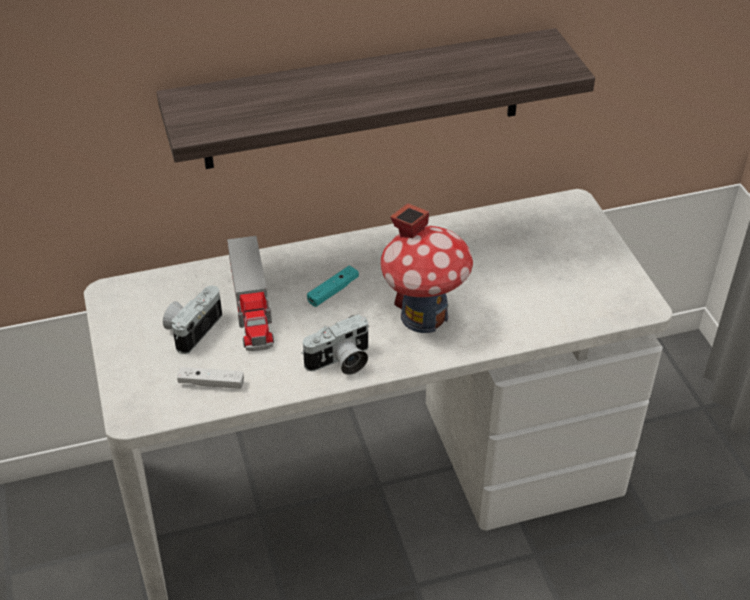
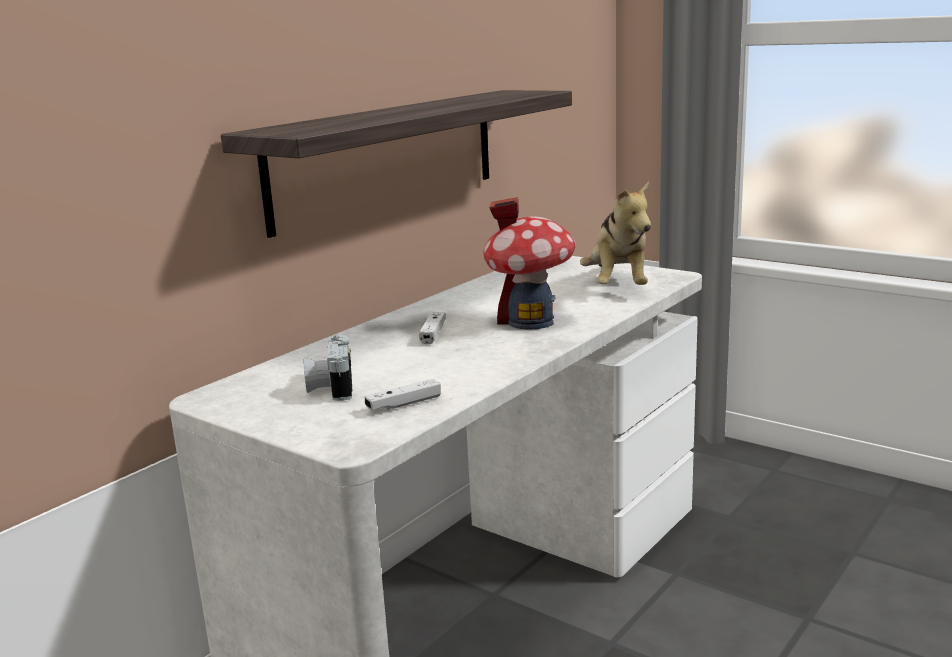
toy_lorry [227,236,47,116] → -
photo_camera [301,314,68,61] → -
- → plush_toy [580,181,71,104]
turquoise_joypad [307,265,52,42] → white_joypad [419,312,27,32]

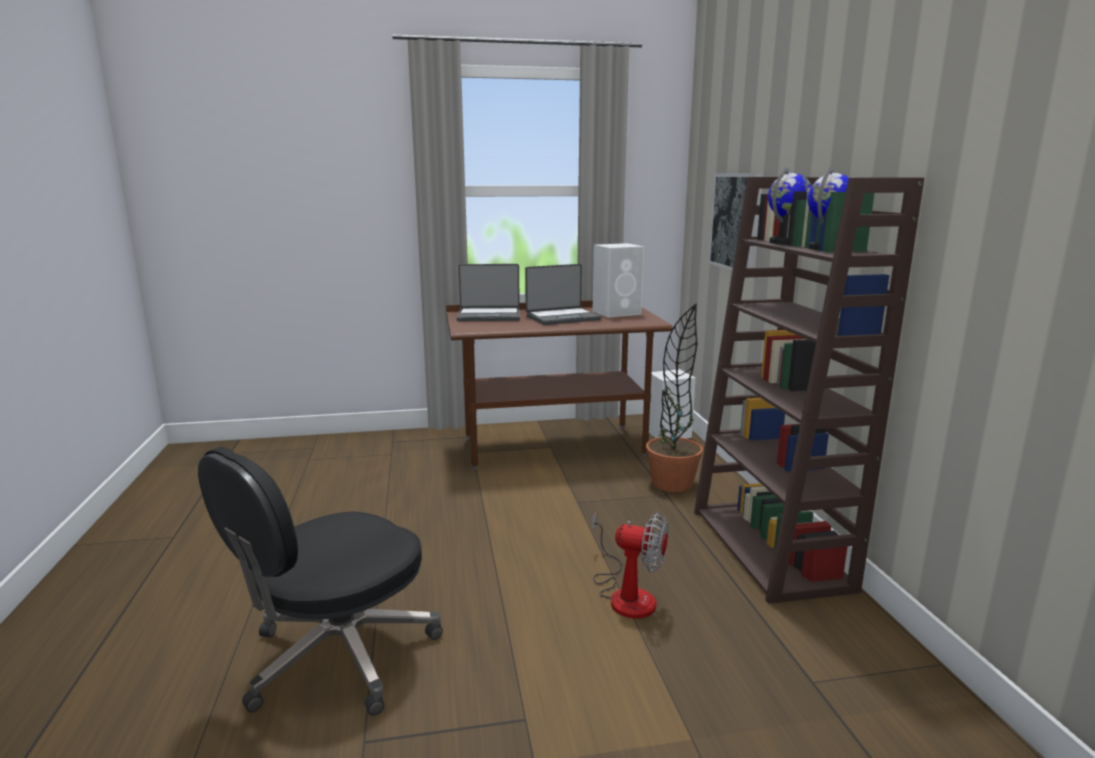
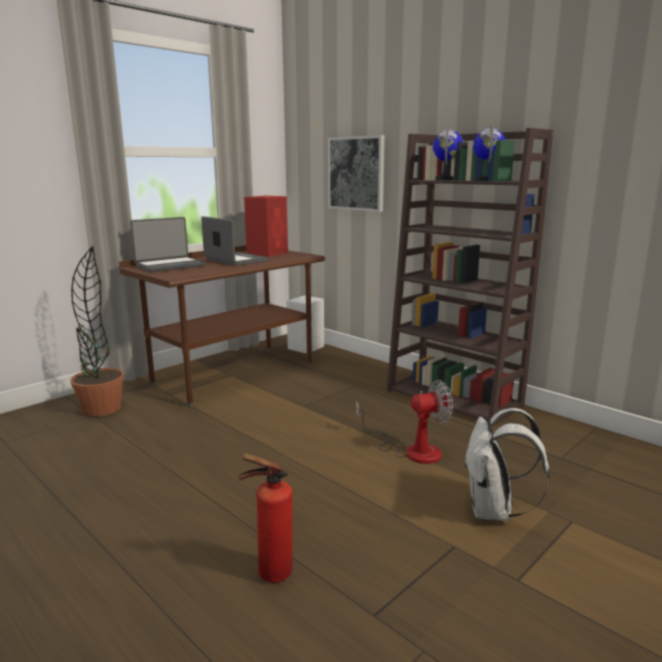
- → white_rucksack [464,408,86,114]
houseplant [646,303,57,189] → houseplant [70,246,54,171], relocated
black_computer_chair [198,447,245,269] → fire_extinguisher [239,453,54,130]
white_audio_speaker [593,243,51,75] → reddish_audio_speaker [244,196,44,61]
laptop [525,264,76,61] → laptop [201,216,68,50], 75 degrees counterclockwise

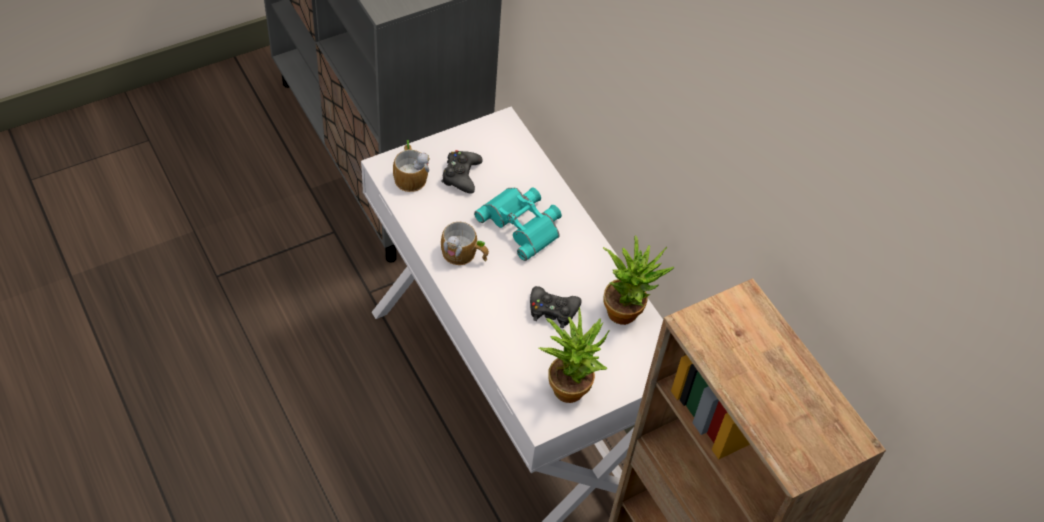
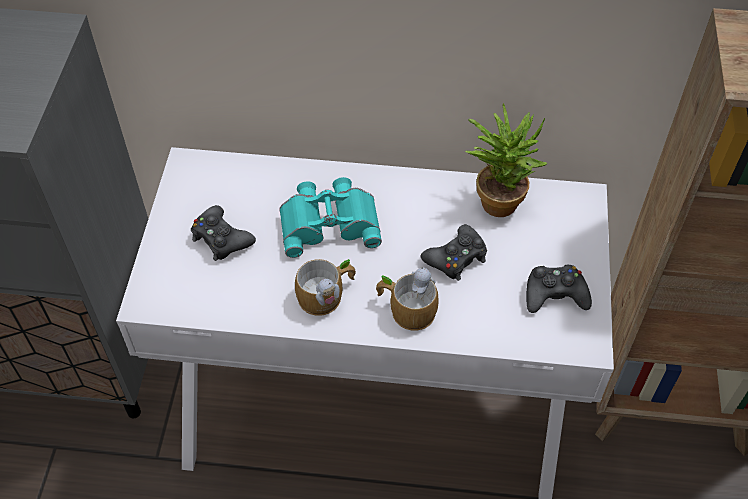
mug [393,140,37,52] → mug [376,267,63,64], relocated
houseplant [538,307,72,96] → black_joypad [526,265,66,48]

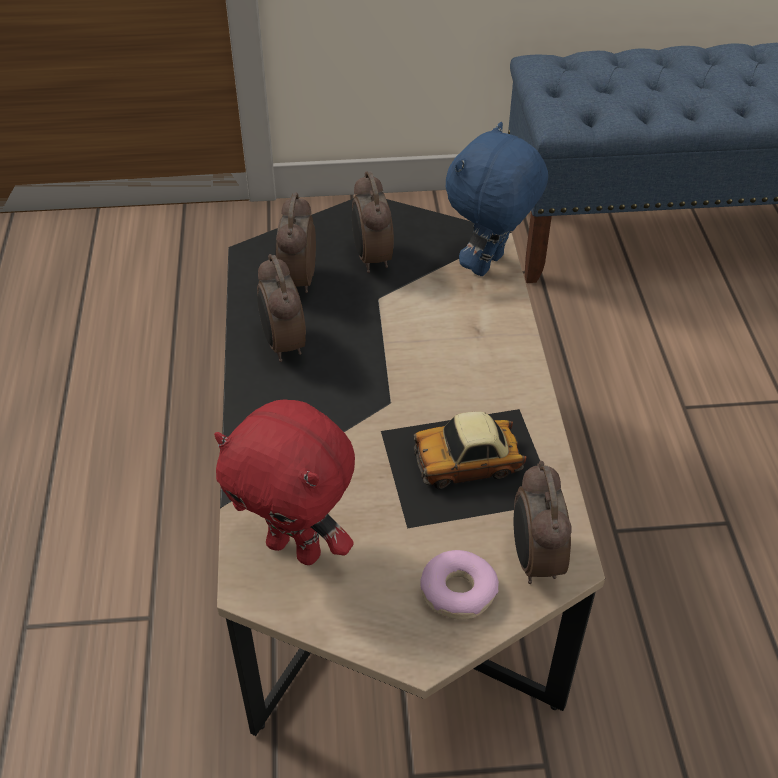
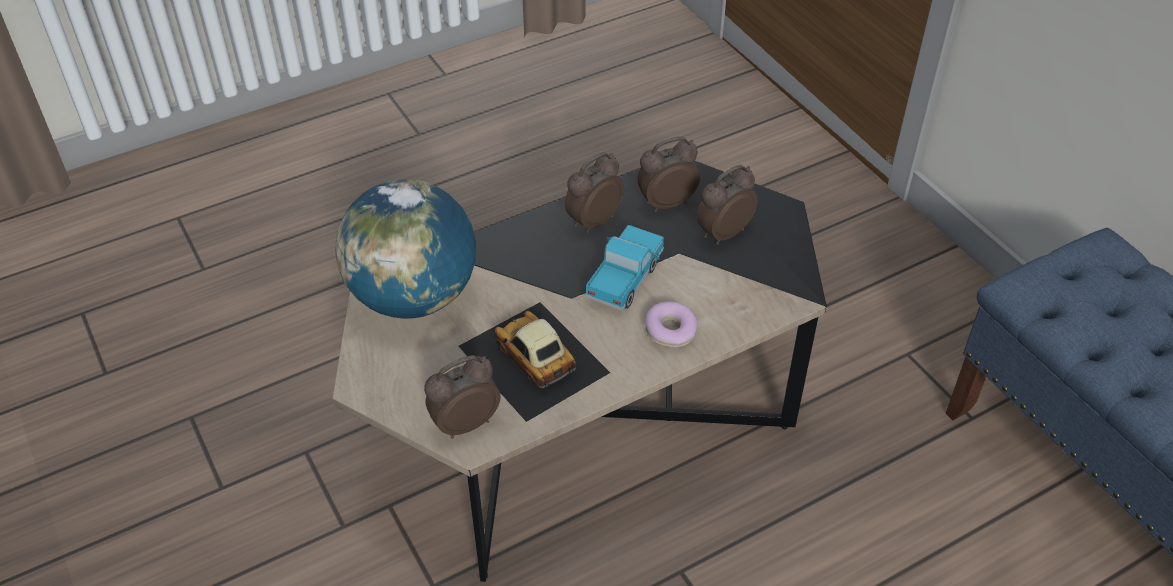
blue_plush_toy [446,122,102,154] → -
- → toy_lorry [585,225,79,86]
donut [420,550,79,70] → donut [645,301,53,46], relocated
reddish_plush_toy [214,399,141,166] → globe [335,179,141,140]

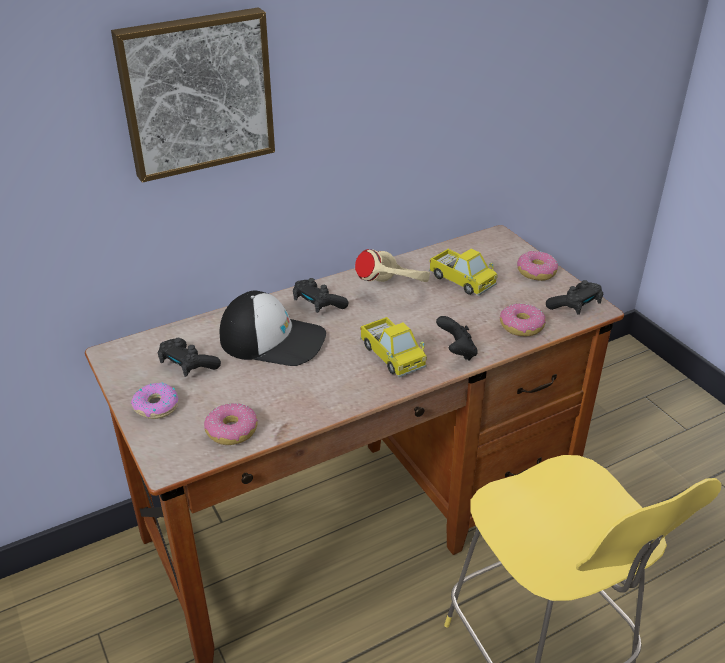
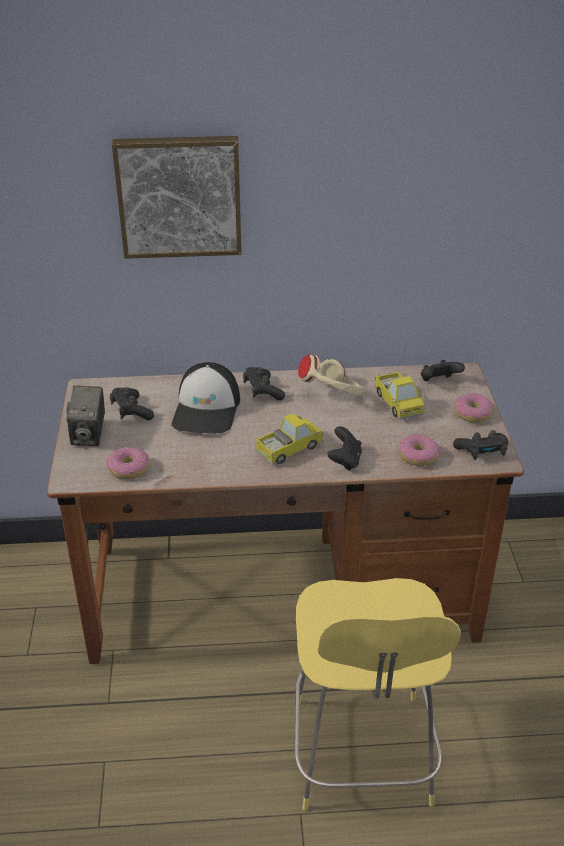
- → black_joypad [421,360,44,21]
donut [131,382,47,37] → photo_camera [66,385,39,61]
peaked_cap [220,291,106,75] → peaked_cap [171,362,69,72], 60 degrees clockwise
toy_lorry [360,317,67,61] → toy_lorry [255,413,68,52], 120 degrees counterclockwise

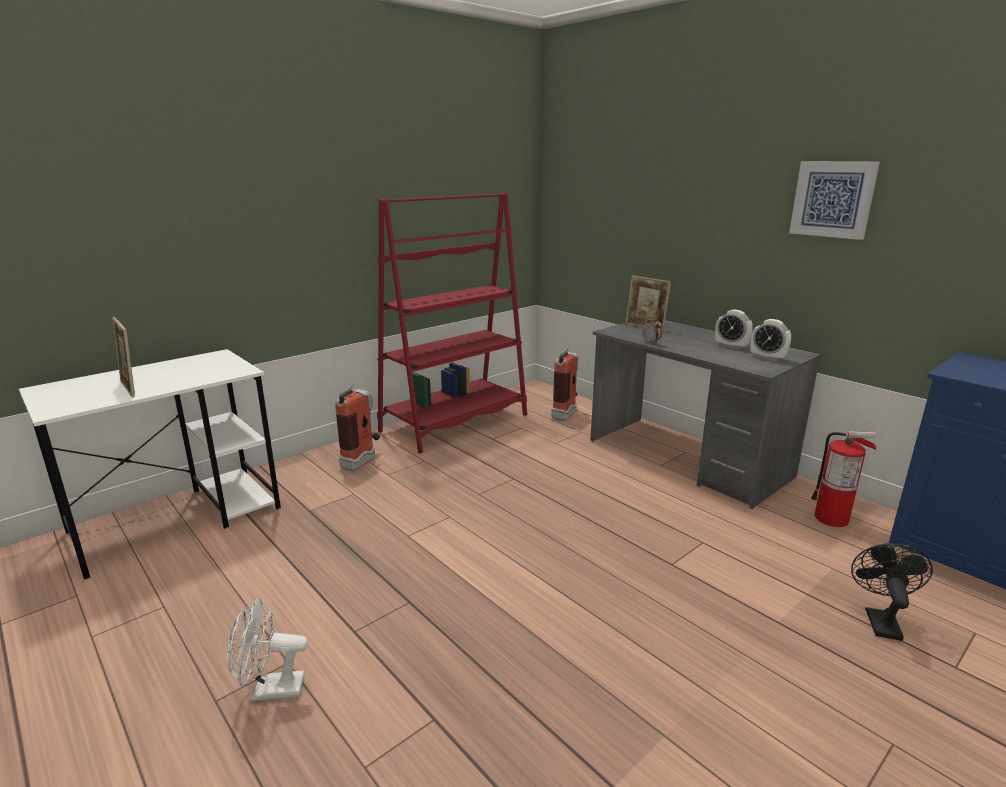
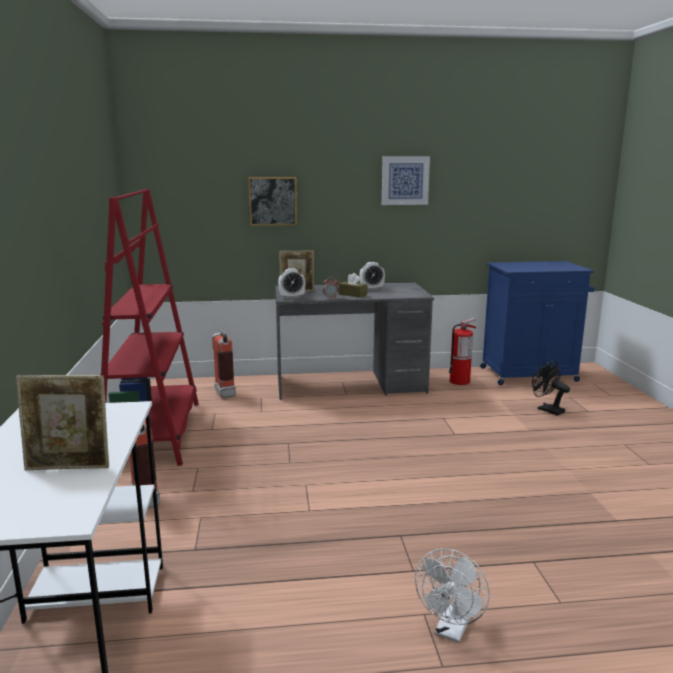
- → picture [248,177,49,49]
- → brown_box_of_tissues [339,273,28,25]
table_clock [751,319,40,42] → table_clock [278,268,27,31], relocated

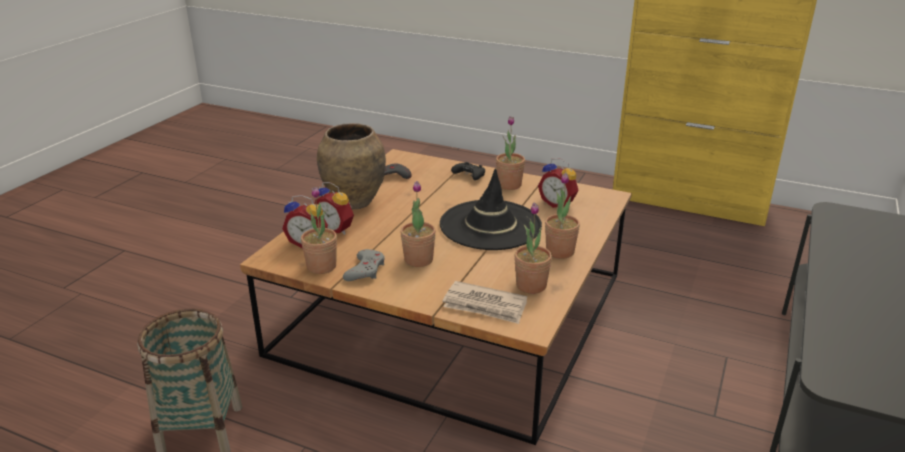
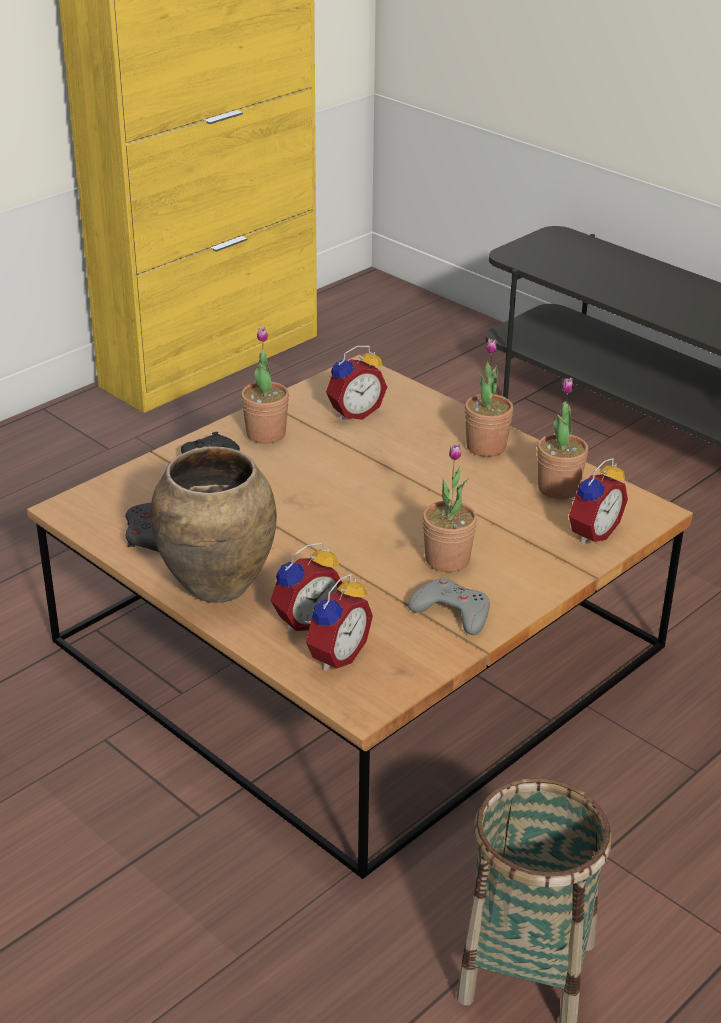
houseplant [301,187,36,87] → -
black_clothing_hat [440,168,102,82] → -
newspaper [443,281,84,43] → table_clock [568,458,60,86]

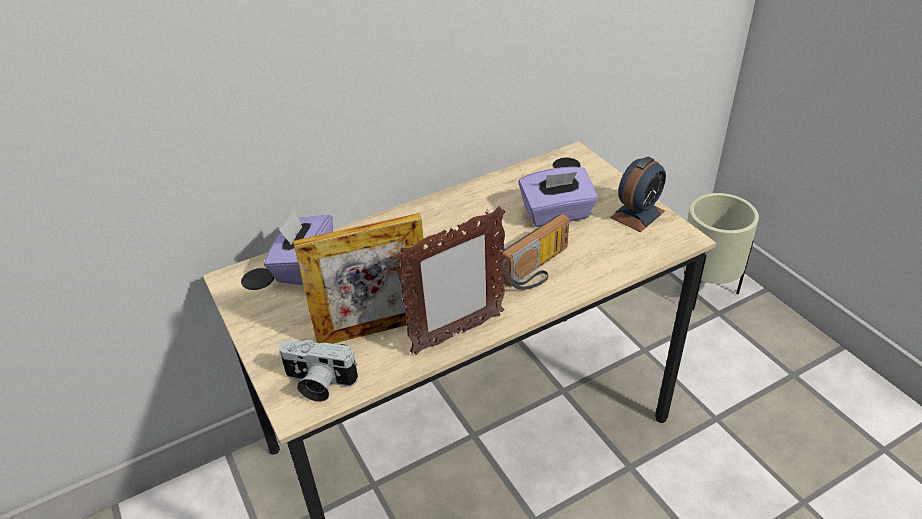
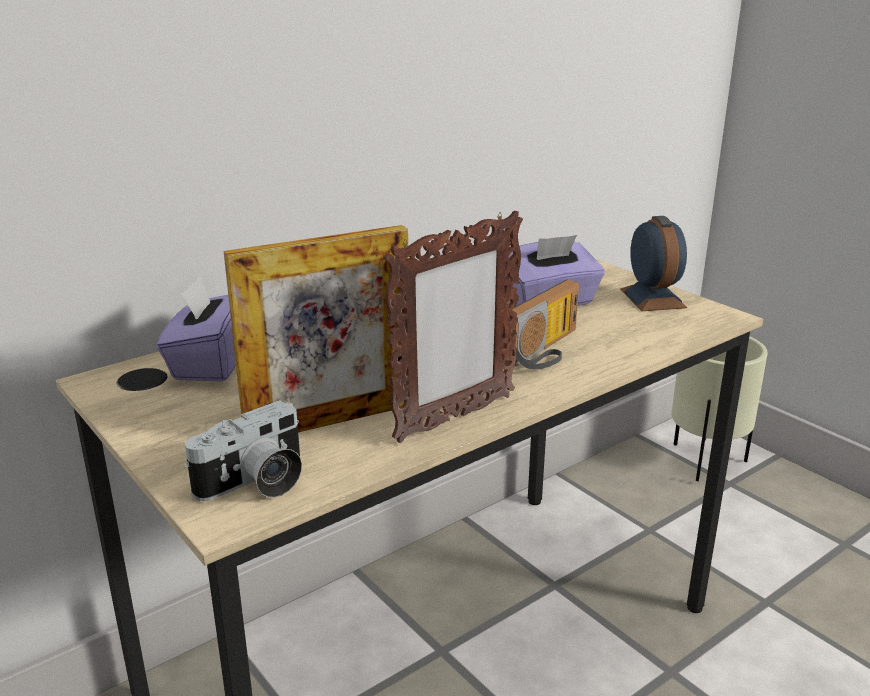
photo_camera [279,340,79,62] → photo_camera [184,400,118,101], 45 degrees counterclockwise
table_clock [610,157,56,75] → table_clock [620,216,67,95], 45 degrees counterclockwise

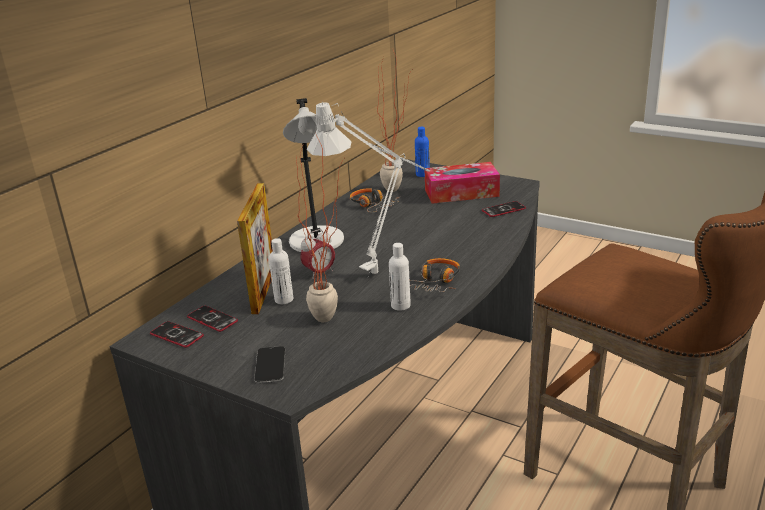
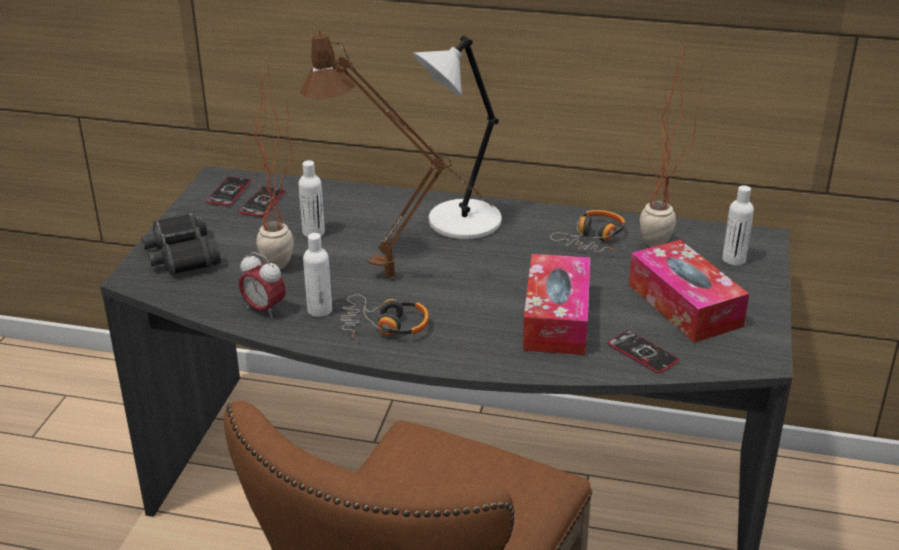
photo_frame [237,183,36,131] → -
- → box_of_tissues [523,254,67,101]
table_clock [300,229,35,50] → table_clock [239,252,47,67], relocated
phone [254,346,31,37] → black_field_glasses [142,213,79,62]
white_tabletop_lamp [307,102,123,172] → brown_tabletop_lamp [300,31,193,246]
blue_beverage_bottle [415,127,15,50] → white_beverage_bottle [722,185,32,80]

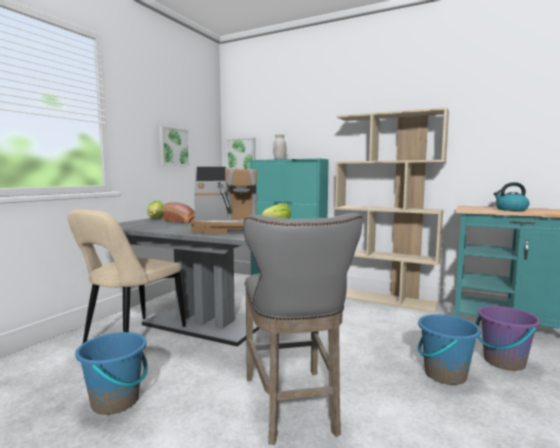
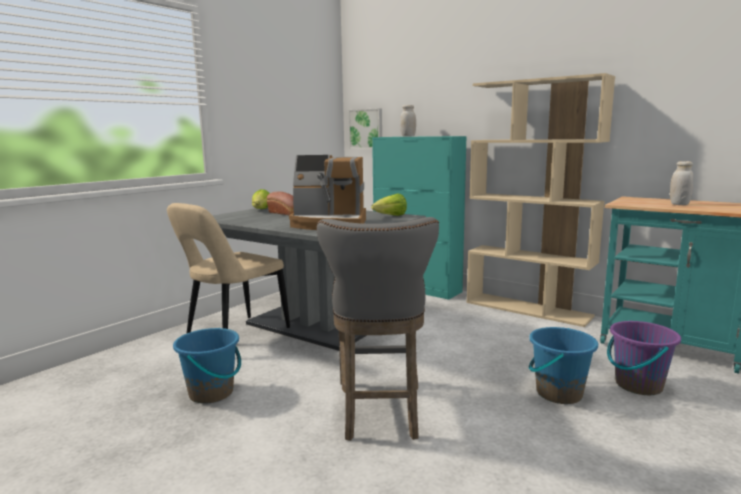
picture [159,126,31,40] → -
water_kettle [494,182,36,29] → white_preserve_jar [670,161,23,44]

